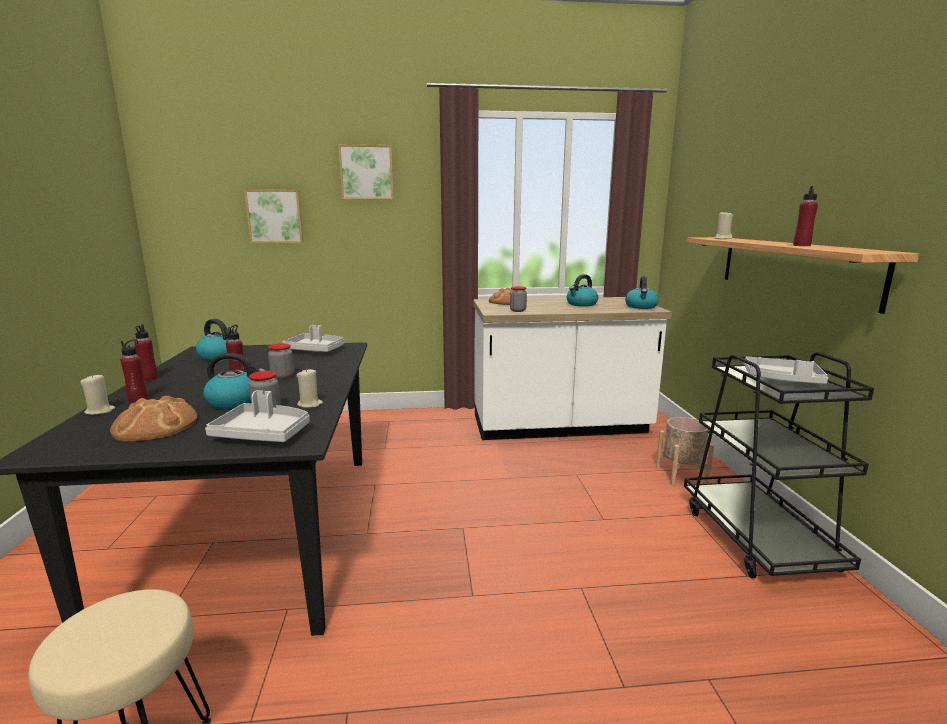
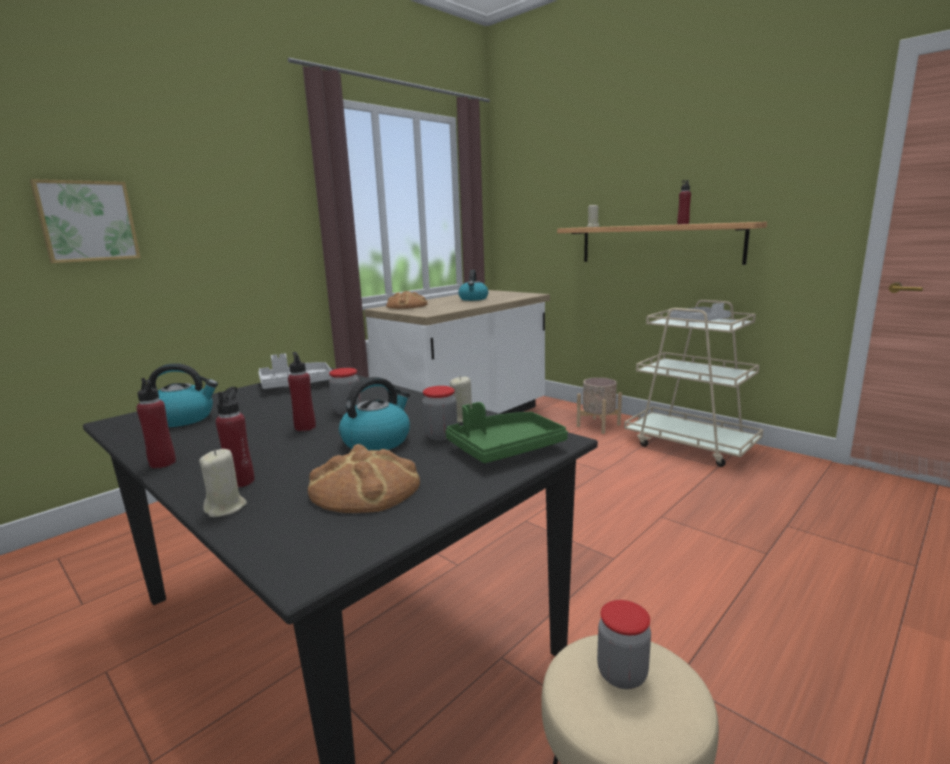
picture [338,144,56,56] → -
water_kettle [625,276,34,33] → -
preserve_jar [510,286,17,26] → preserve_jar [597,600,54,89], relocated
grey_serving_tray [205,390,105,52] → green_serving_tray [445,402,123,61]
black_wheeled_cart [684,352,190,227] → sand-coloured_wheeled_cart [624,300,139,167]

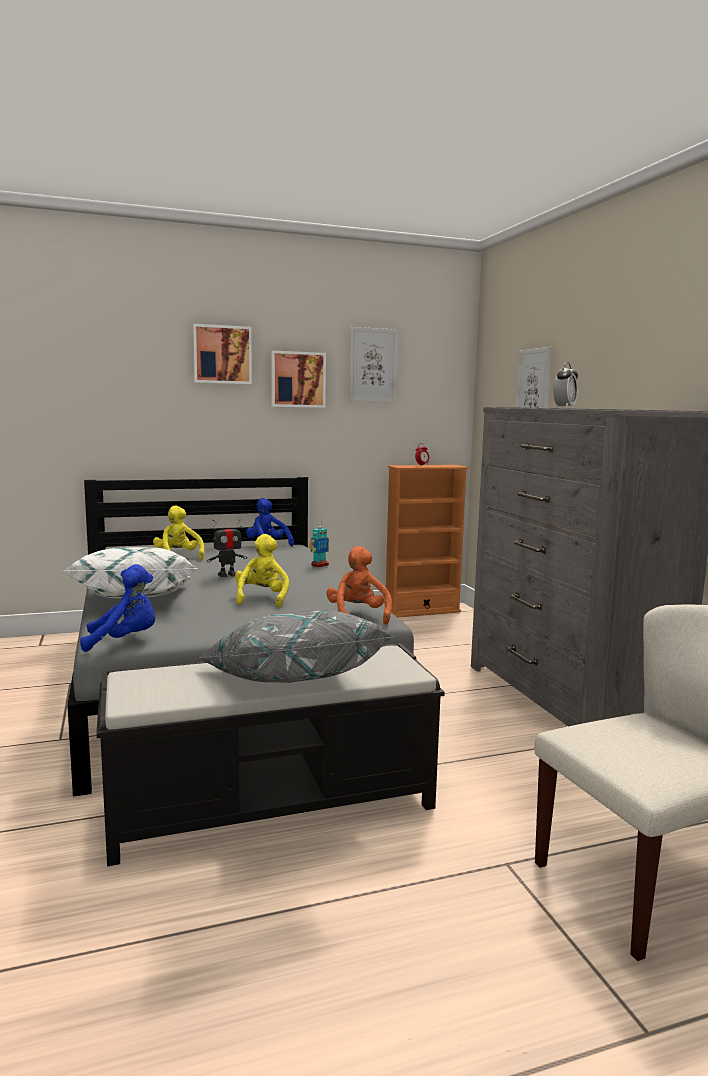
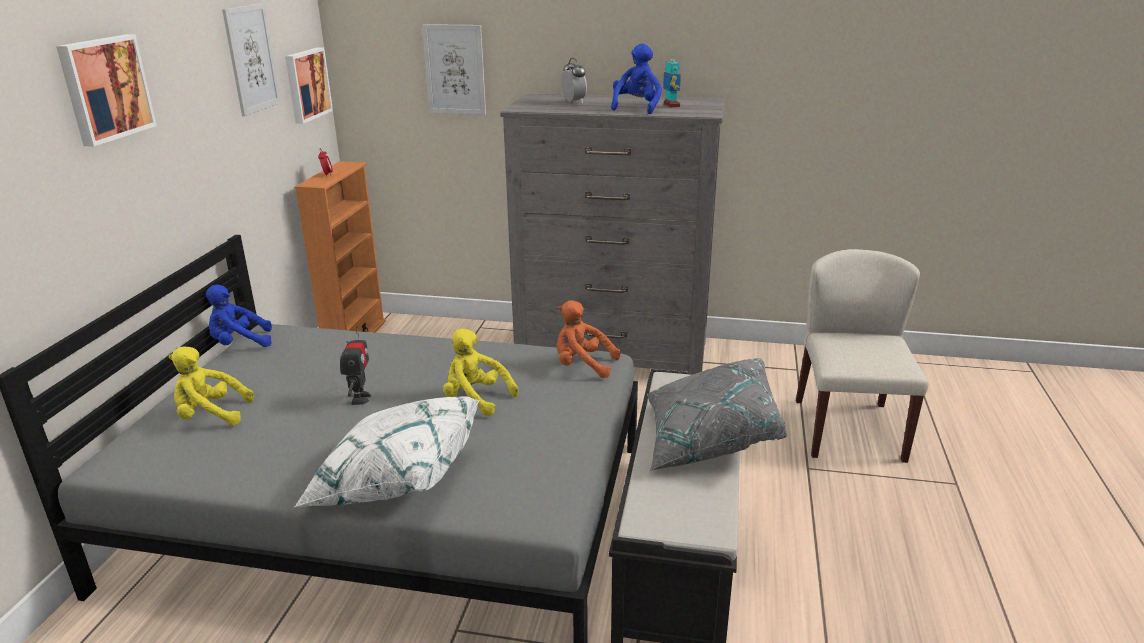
blue_plush_toy [80,564,75,88] → blue_plush_toy [611,43,51,71], relocated
picture [271,351,55,57] → picture [285,48,48,76], relocated
toy_robot [309,523,20,44] → toy_robot [663,54,18,54], relocated

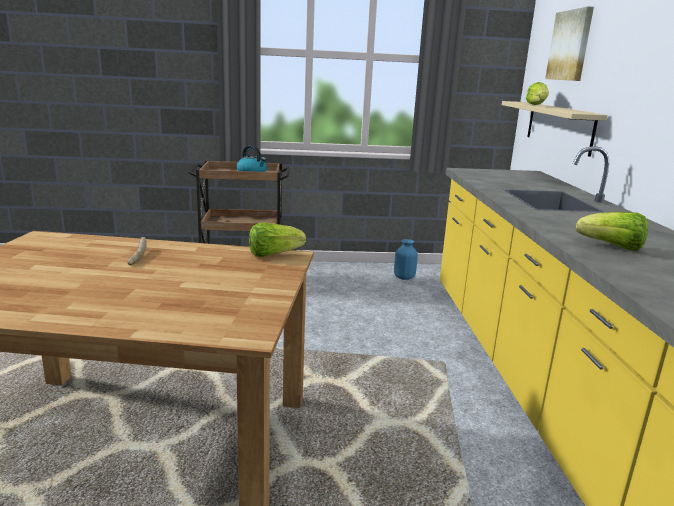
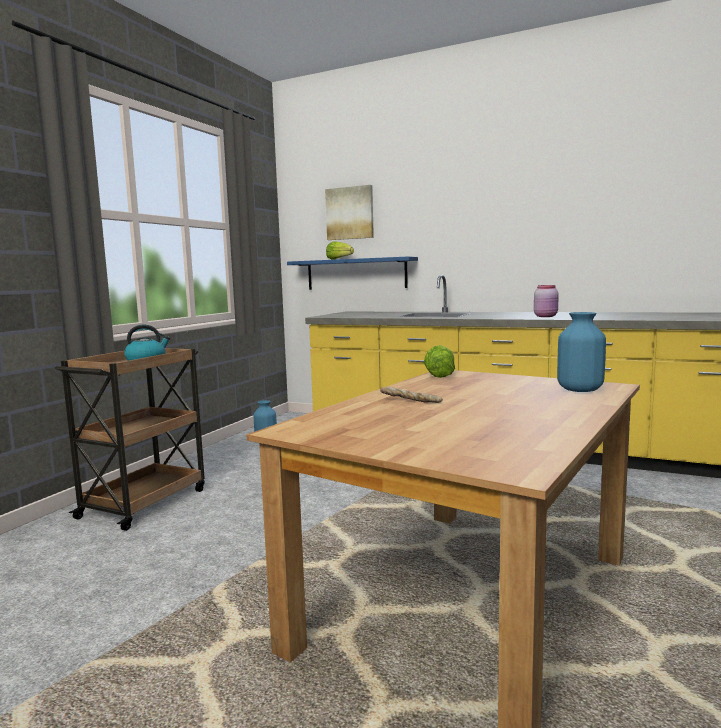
- → blue_decorative_vase [557,312,49,80]
lettuce_head [576,212,72,39] → pink-coloured_preserve_jar [534,285,25,32]
sand-coloured_bracket_shelf [502,101,106,56] → blue_bracket_shelf [287,256,131,34]

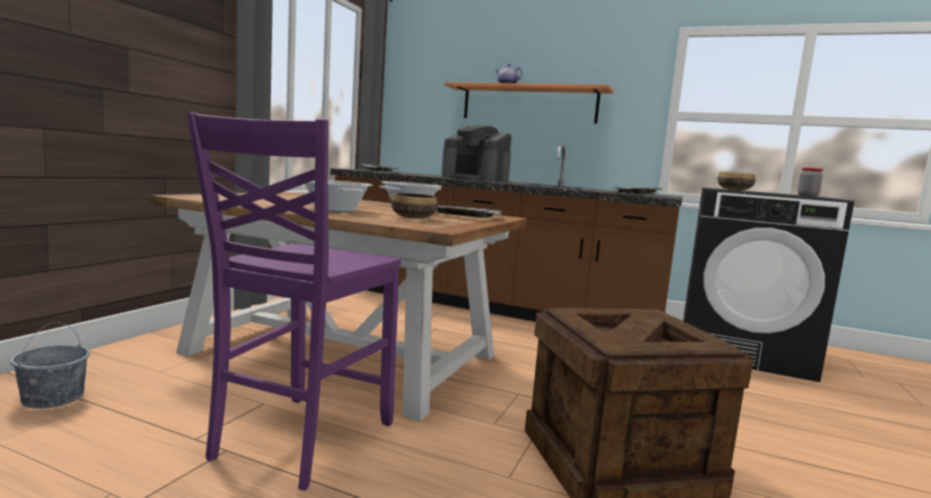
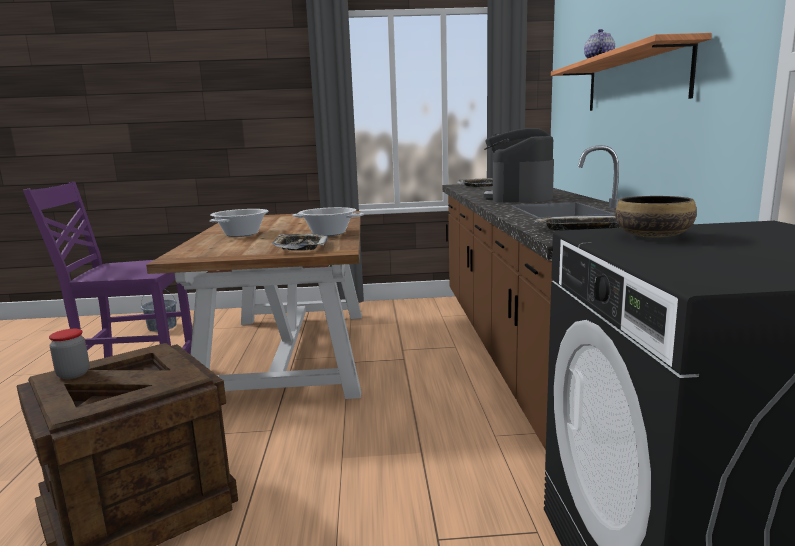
bowl [392,193,45,26] → -
preserve_jar [797,168,26,29] → preserve_jar [49,329,41,50], relocated

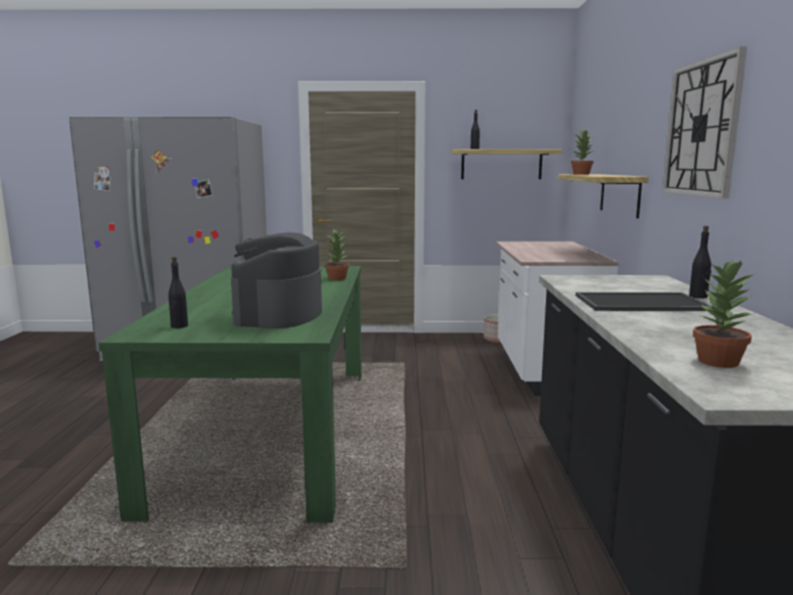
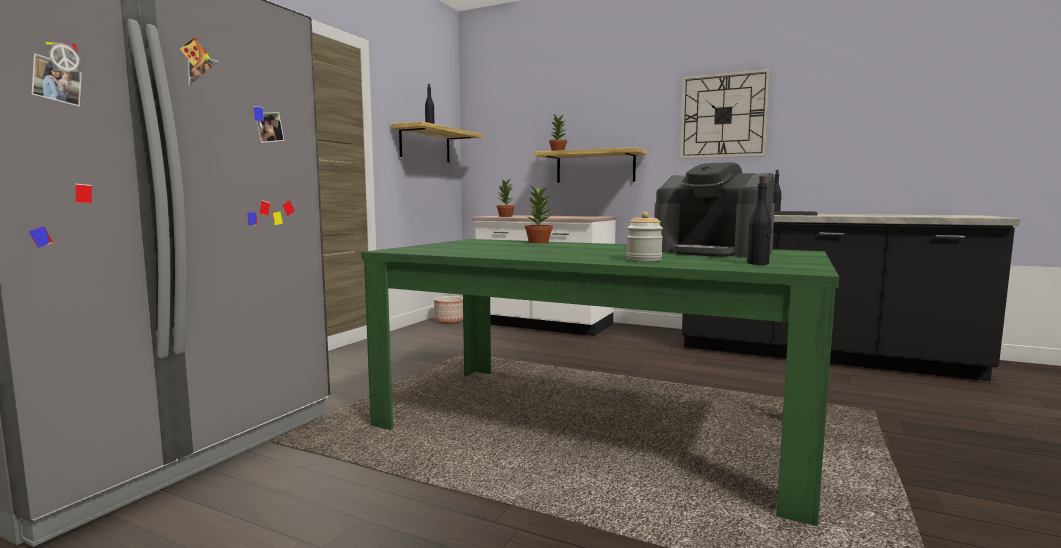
- → preserve_jar [626,212,37,49]
houseplant [693,259,62,109] → houseplant [497,178,18,39], relocated

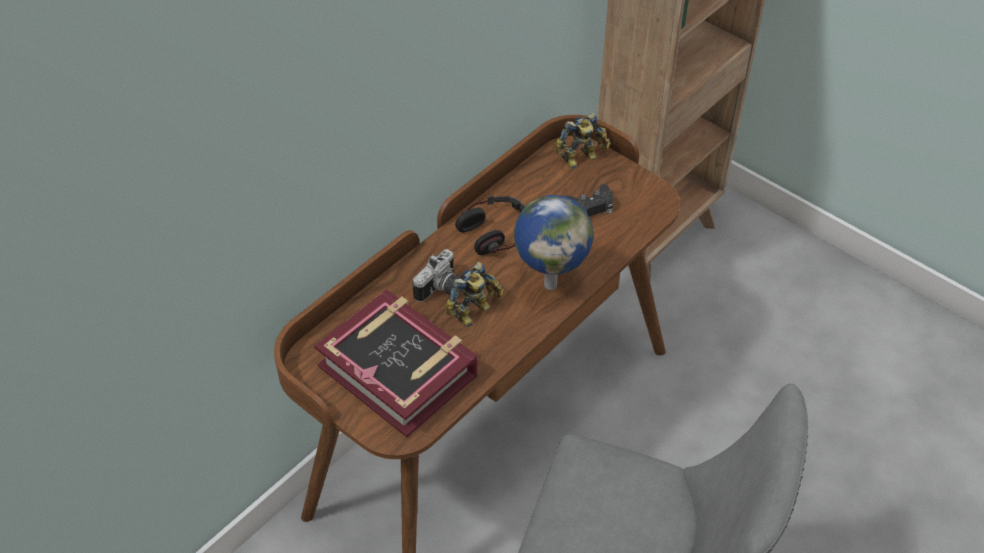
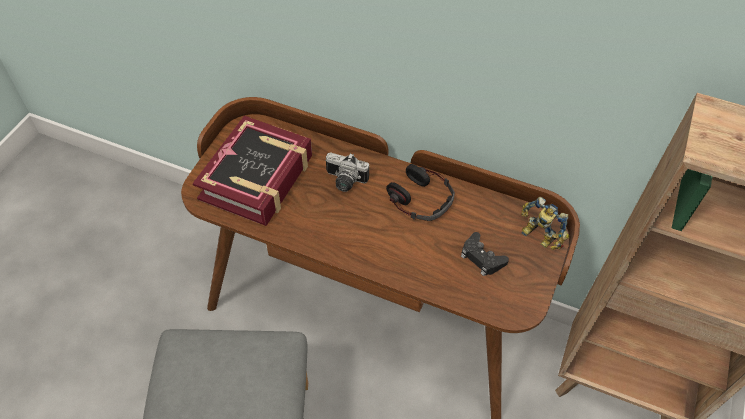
toy_robot [445,262,59,65] → -
globe [514,195,79,95] → -

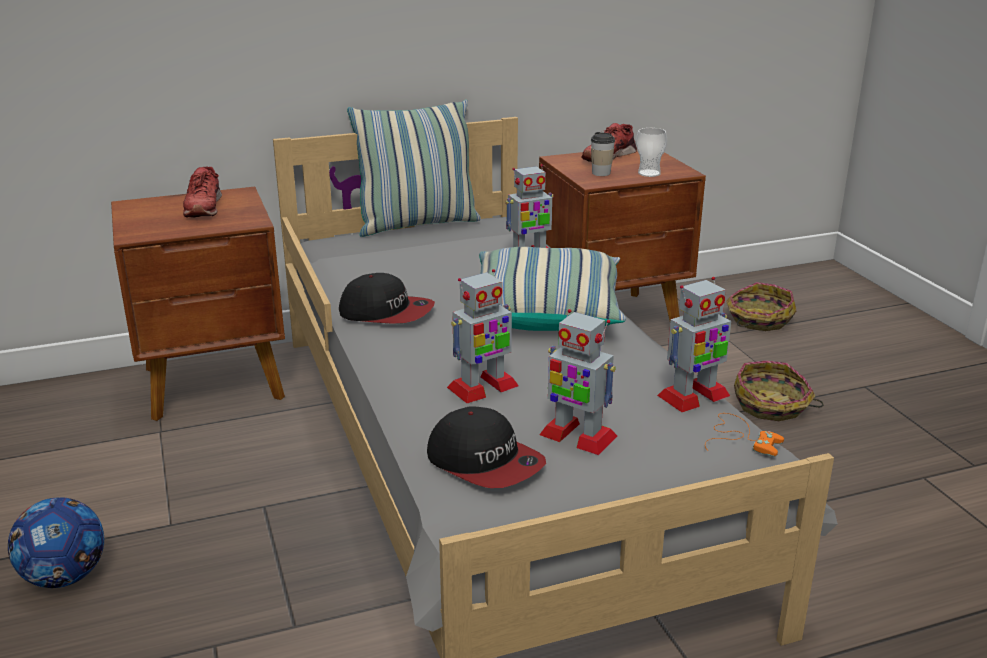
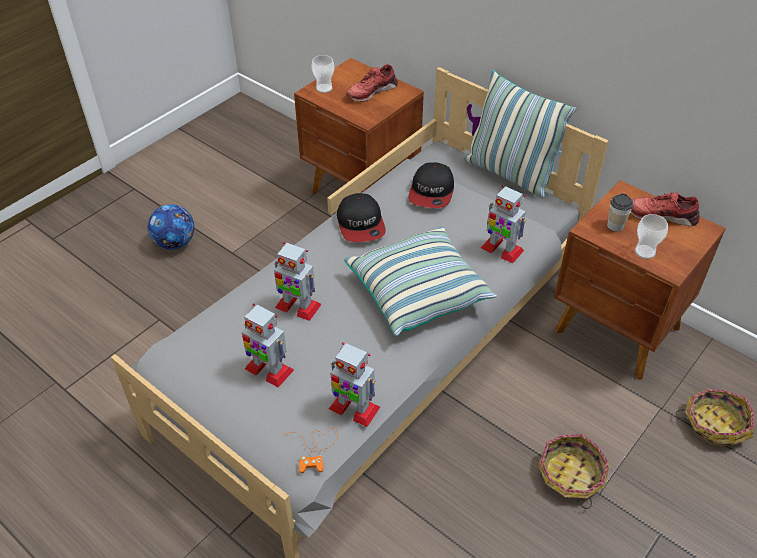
- → drinking_cup [311,55,23,38]
peaked_cap [427,406,119,82] → peaked_cap [408,162,46,46], relocated
toy_robot [539,309,79,146] → toy_robot [242,303,52,85], 60 degrees counterclockwise

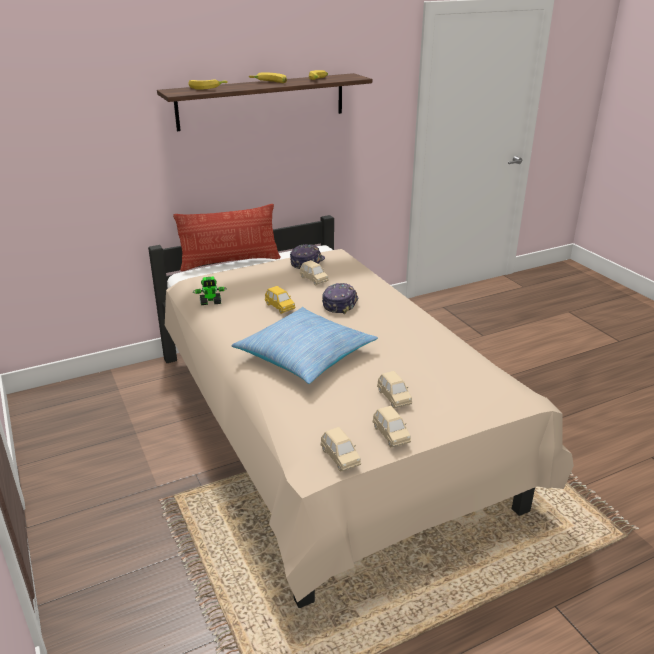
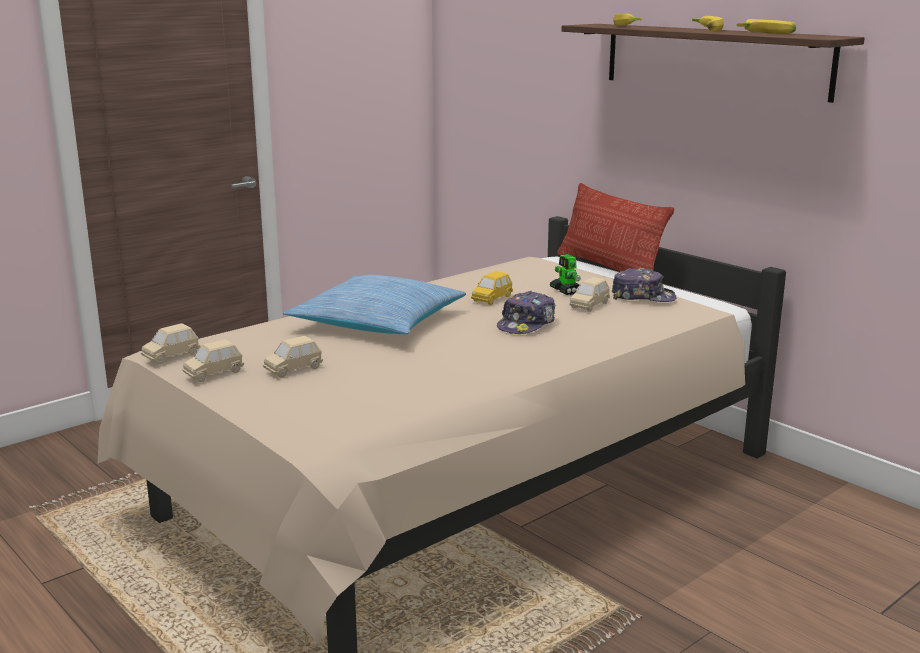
toy_robot [193,276,34,29] → toy_robot [550,254,31,41], relocated
peaked_cap [322,283,36,31] → peaked_cap [497,291,58,43], 120 degrees clockwise

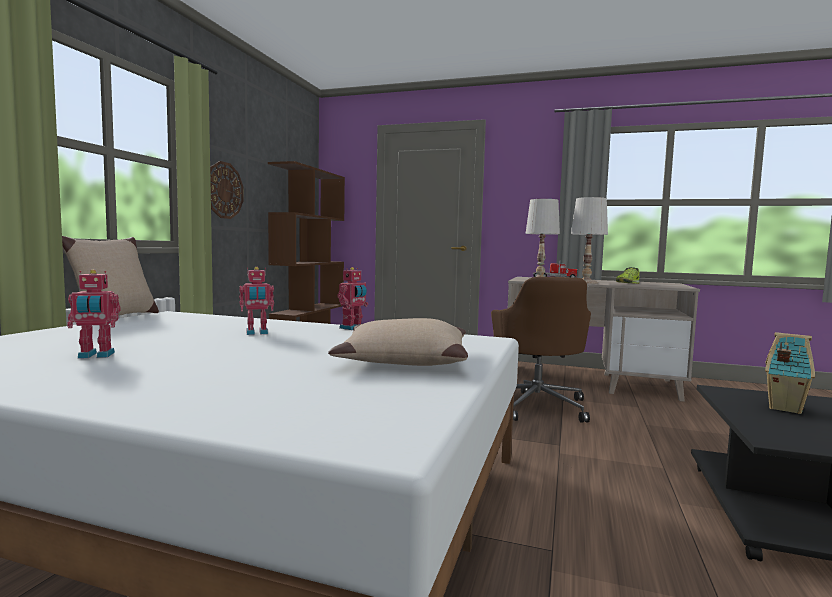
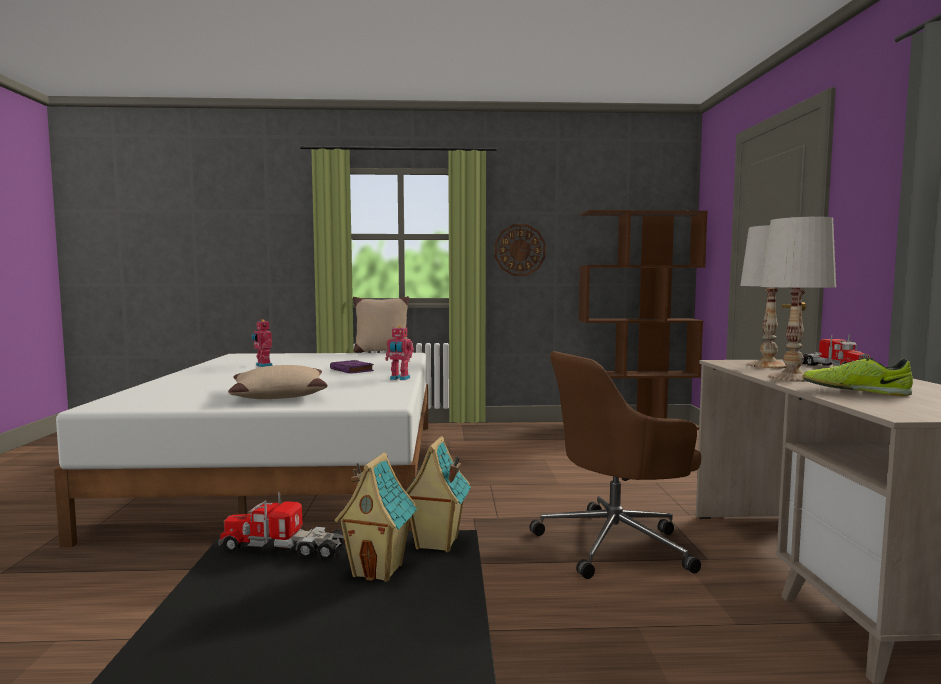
- → toy_lorry [218,492,128,68]
- → miniature_house [406,436,65,116]
toy_robot [239,267,35,68] → purple_book [330,360,44,14]

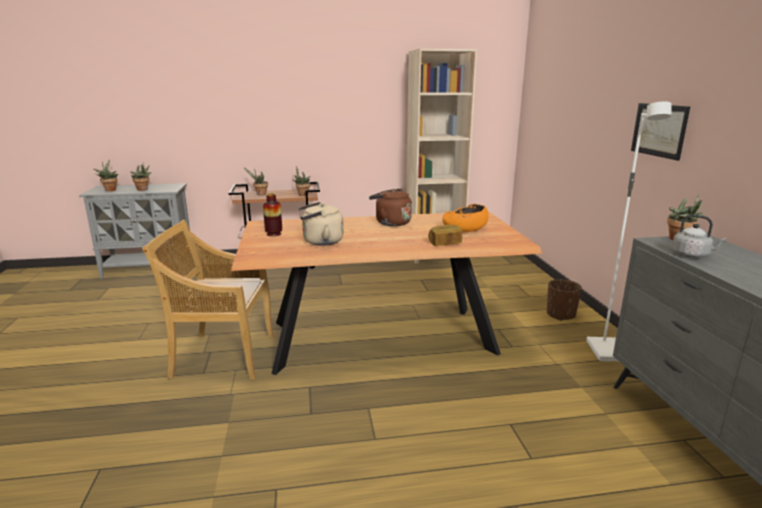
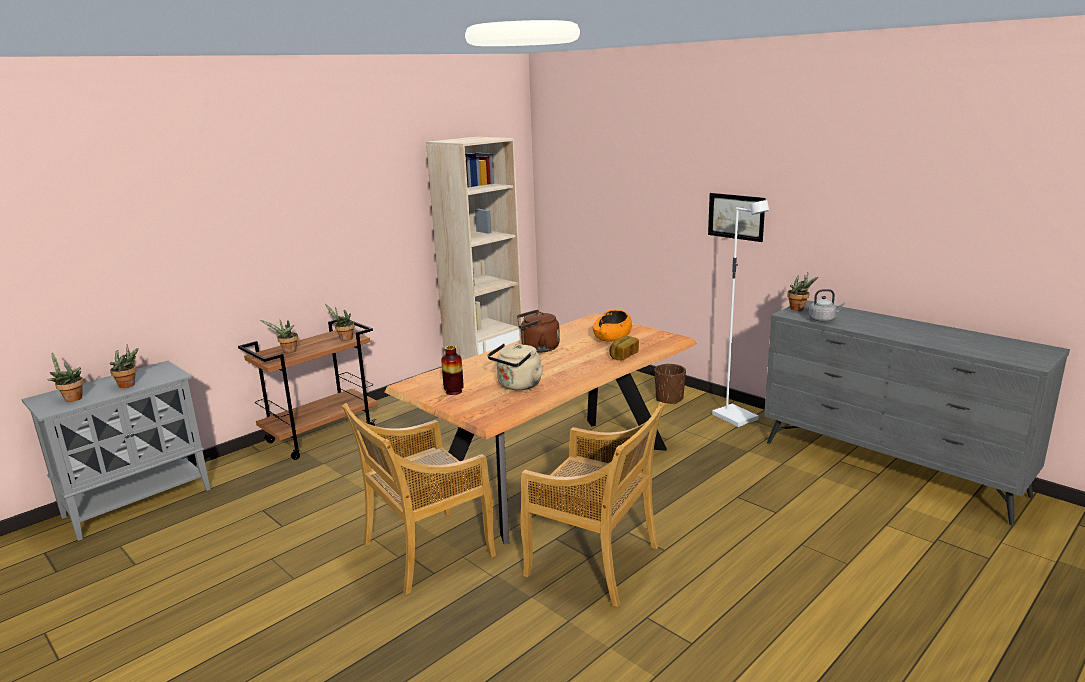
- → sand-coloured_chair [520,402,145,205]

